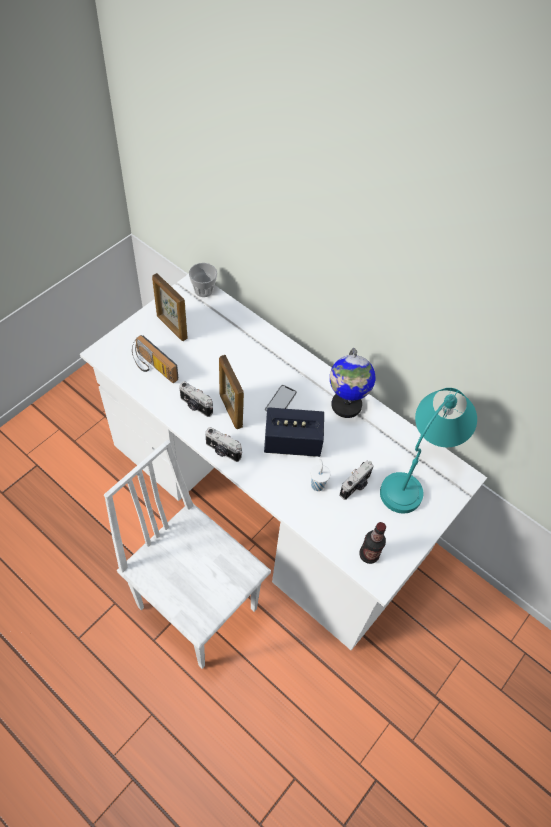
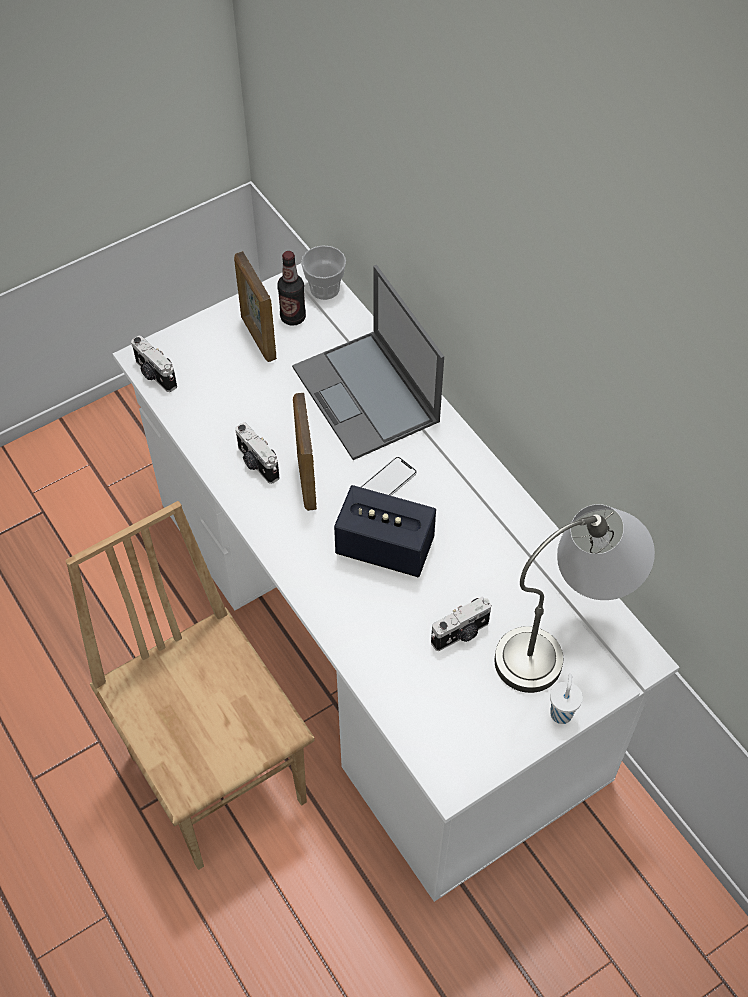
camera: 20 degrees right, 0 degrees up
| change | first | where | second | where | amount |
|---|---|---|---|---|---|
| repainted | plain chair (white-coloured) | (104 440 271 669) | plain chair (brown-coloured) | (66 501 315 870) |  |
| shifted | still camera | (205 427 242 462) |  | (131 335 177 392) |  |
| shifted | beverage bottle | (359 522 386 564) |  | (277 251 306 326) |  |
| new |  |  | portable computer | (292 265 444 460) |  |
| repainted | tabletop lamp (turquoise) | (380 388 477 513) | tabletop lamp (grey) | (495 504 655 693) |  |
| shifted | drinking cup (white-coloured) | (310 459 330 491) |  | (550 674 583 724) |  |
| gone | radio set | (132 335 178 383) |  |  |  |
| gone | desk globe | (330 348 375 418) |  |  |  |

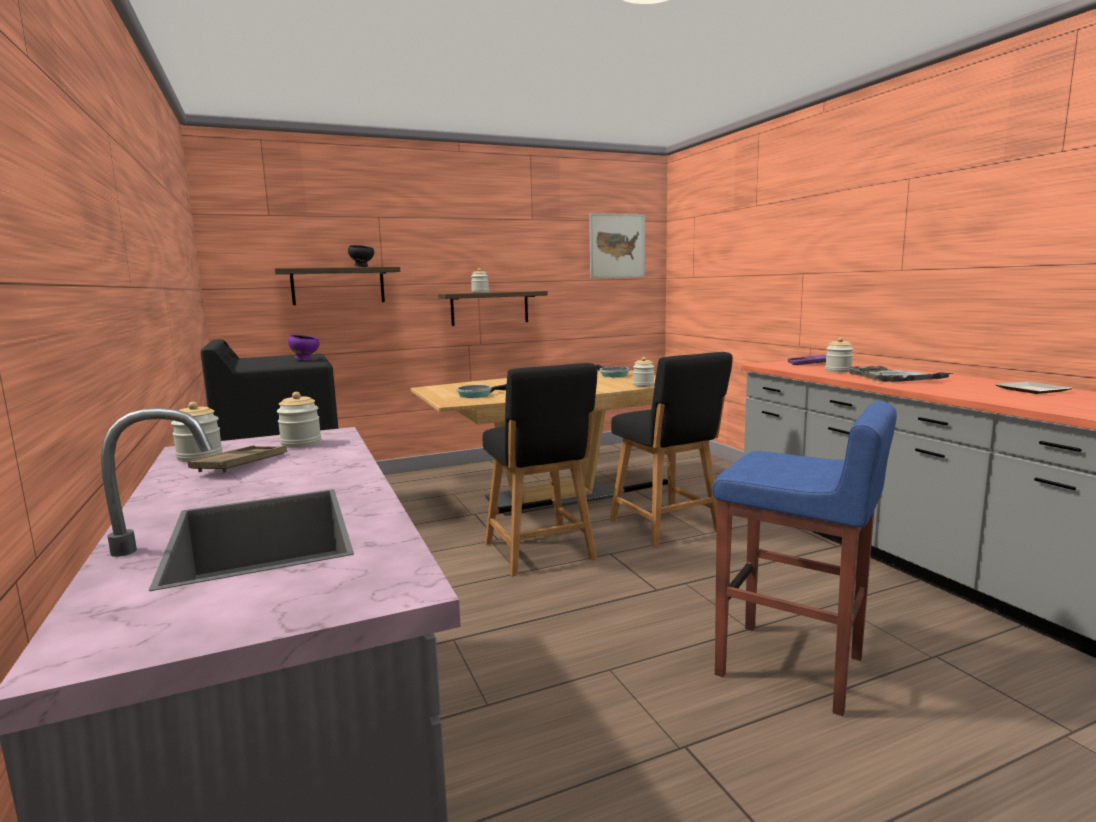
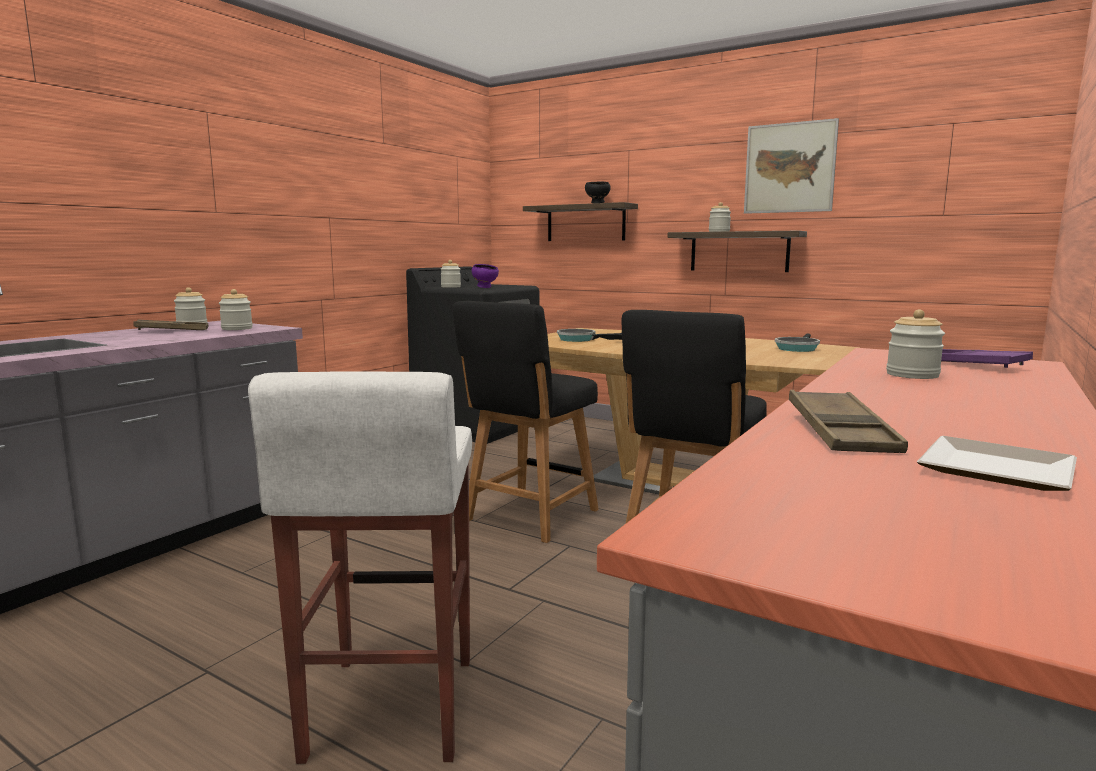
camera: 55 degrees right, 0 degrees up
| change | first | where | second | where | amount |
|---|---|---|---|---|---|
| repainted | sitting stool (blue) | (712 401 897 716) | sitting stool (white-coloured) | (248 371 472 764) |  |
| shifted | jar | (633 357 654 387) |  | (441 260 461 288) |  |
| shifted | wall picture | (589 213 645 278) |  | (744 118 839 214) |  |
| new |  |  | tray (brown-coloured) | (789 390 908 453) |  |
| gone | tray (grey) | (847 366 954 382) |  |  |  |

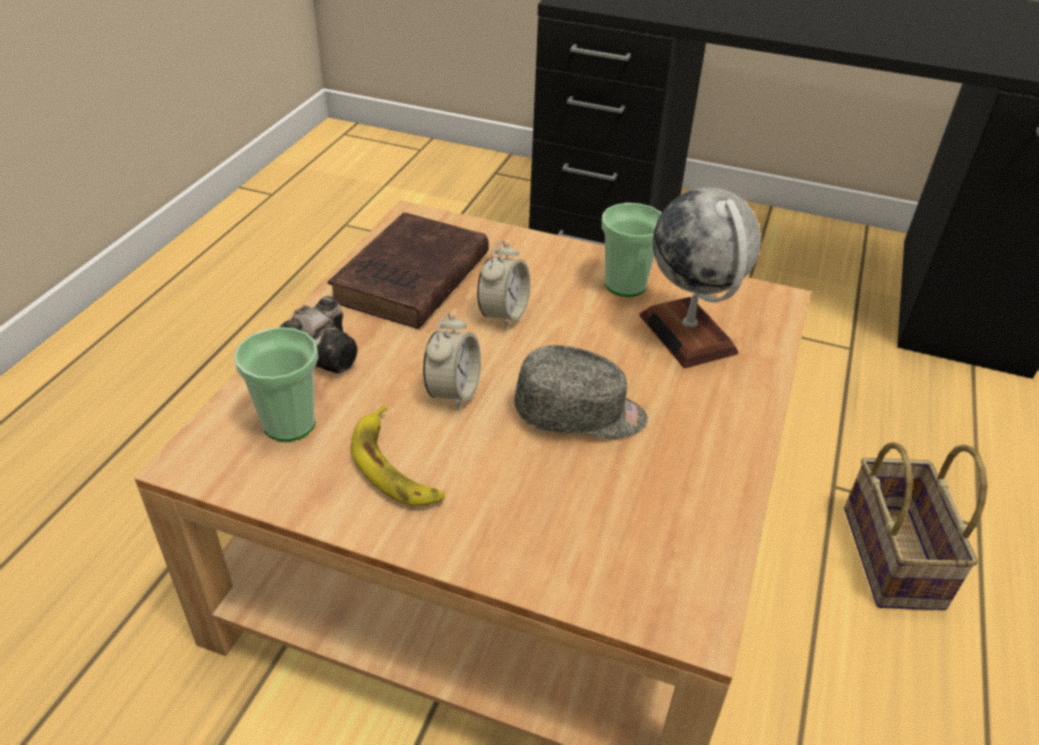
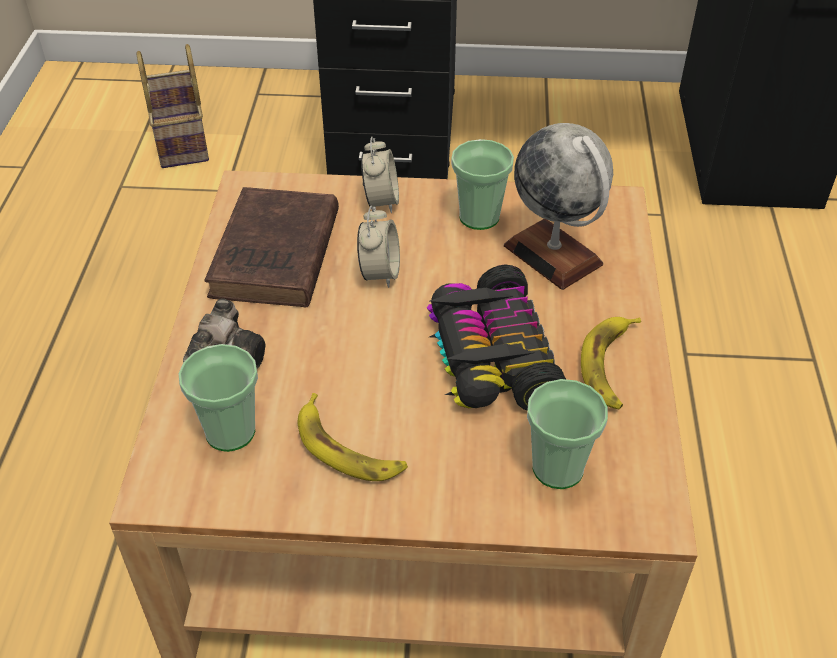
camera: 15 degrees left, 5 degrees up
| change | first | where | second | where | amount |
|---|---|---|---|---|---|
| shifted | storage basket | (844 442 987 610) |  | (137 44 209 168) |  |
| shifted | bedside clock | (423 313 481 410) |  | (361 136 399 213) |  |
| swapped | peaked cap (grey) | (514 345 648 439) | model car | (427 264 566 410) |  |
| new |  |  | drinking cup | (527 379 608 489) |  |
| new |  |  | banana | (581 317 641 409) |  |

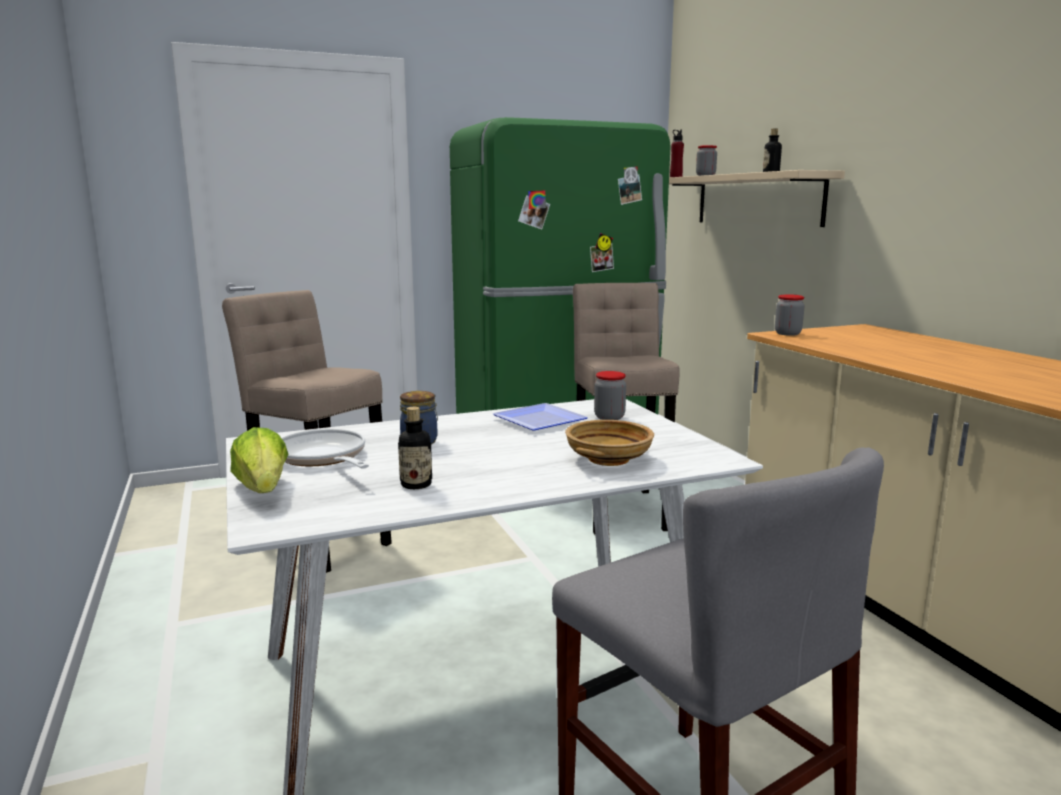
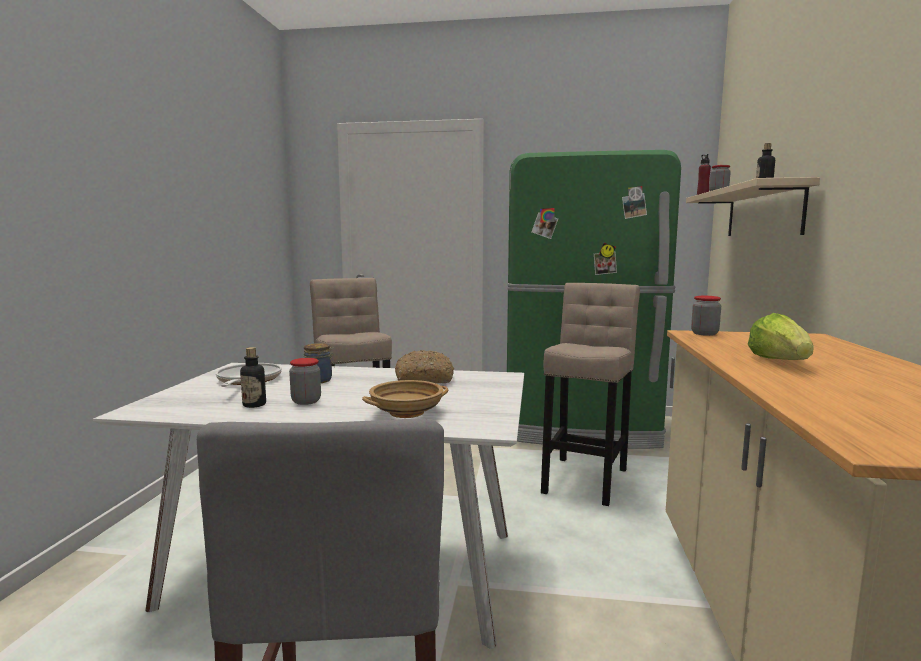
camera: 30 degrees right, 5 degrees down
| change | first | where | second | where | amount |
|---|---|---|---|---|---|
| shifted | jar | (594 371 626 420) |  | (289 358 321 405) |  |
| swapped | flat dish | (493 403 588 431) | bread | (395 350 454 383) |  |
| shifted | head of lettuce | (230 427 288 493) |  | (748 313 814 360) |  |

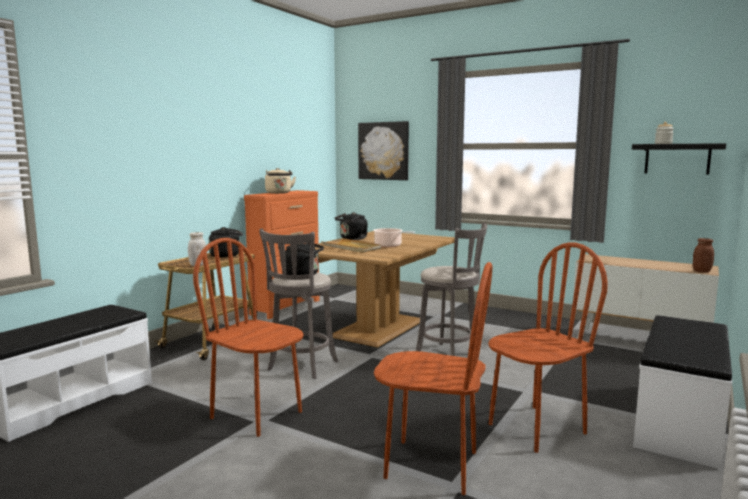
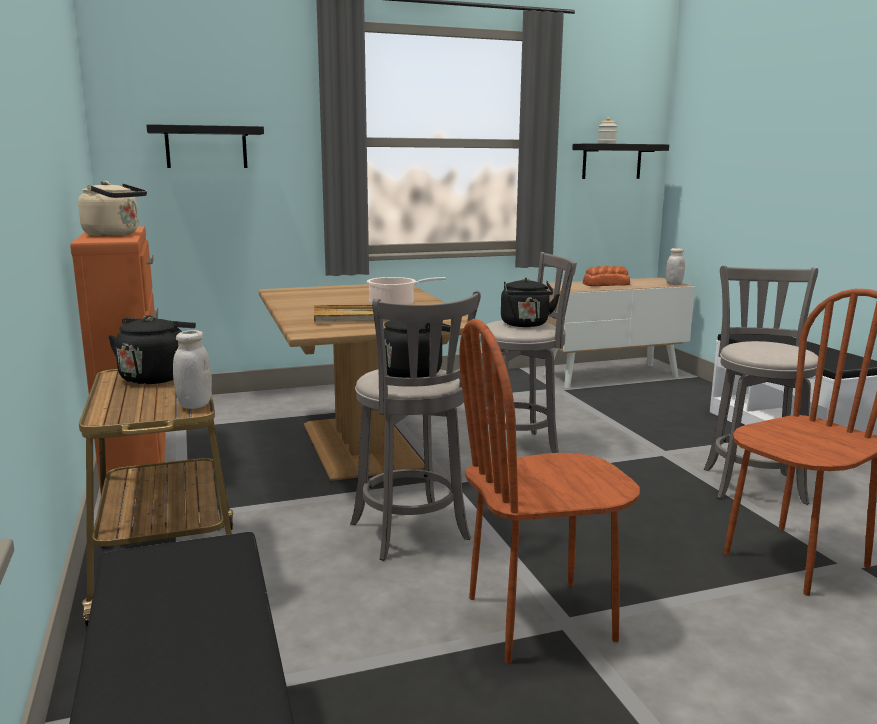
camera: 50 degrees left, 5 degrees up
| change | first | where | second | where | amount |
|---|---|---|---|---|---|
| swapped | wall picture | (358 121 409 180) | bracket shelf (blackish) | (146 124 264 168) |  |
| shifted | water kettle (blackish) | (335 212 368 240) |  | (501 278 560 327) |  |
| new |  |  | bread | (583 266 630 286) |  |
| repainted | jar (brown-coloured) | (693 238 714 273) | jar (white-coloured) | (666 248 685 285) |  |
| swapped | plain chair (brown-coloured) | (488 242 608 453) | sitting stool (grey) | (704 265 818 505) |  |

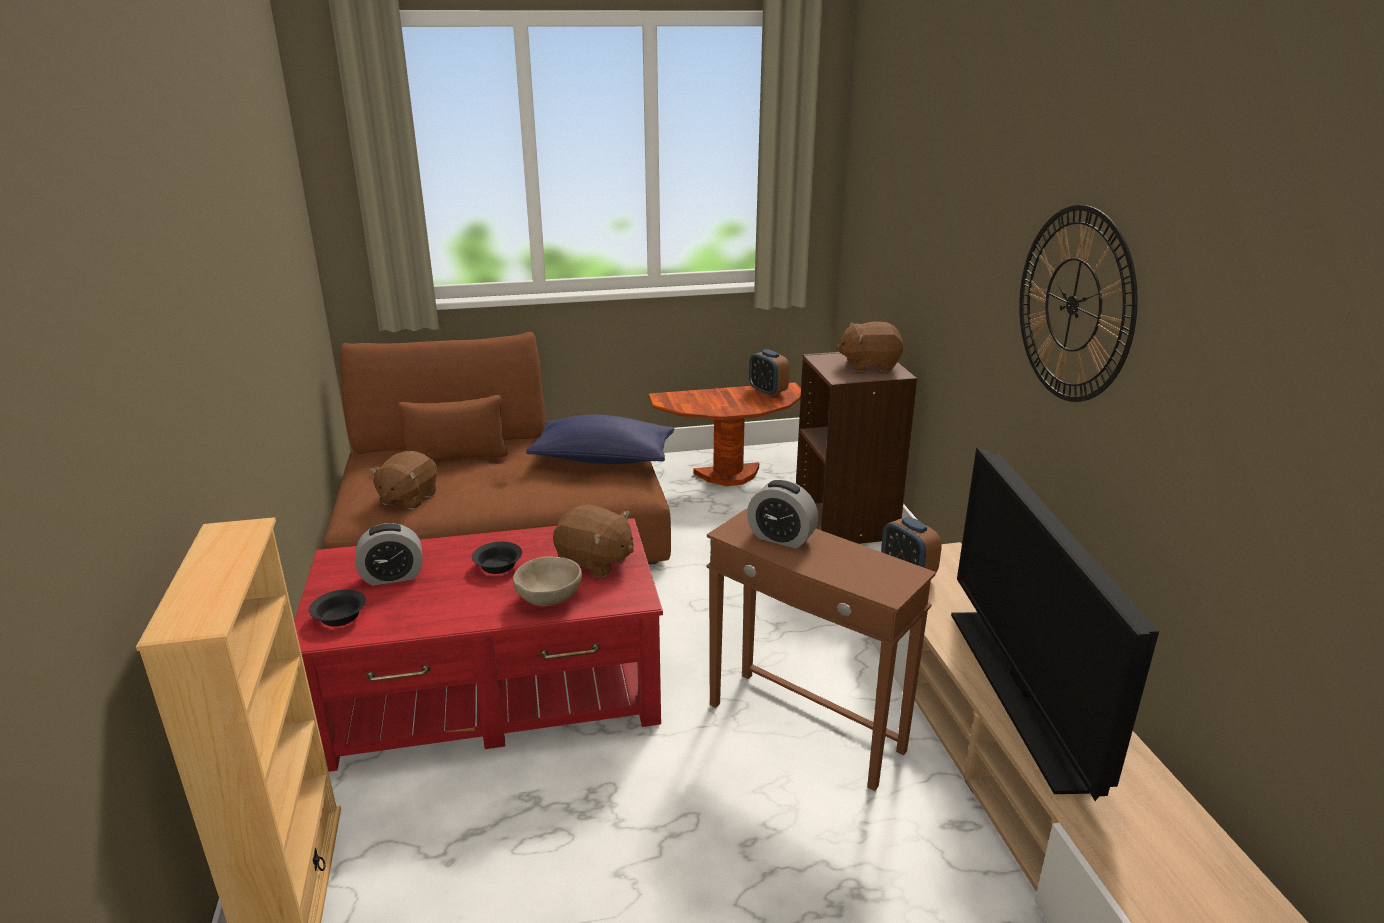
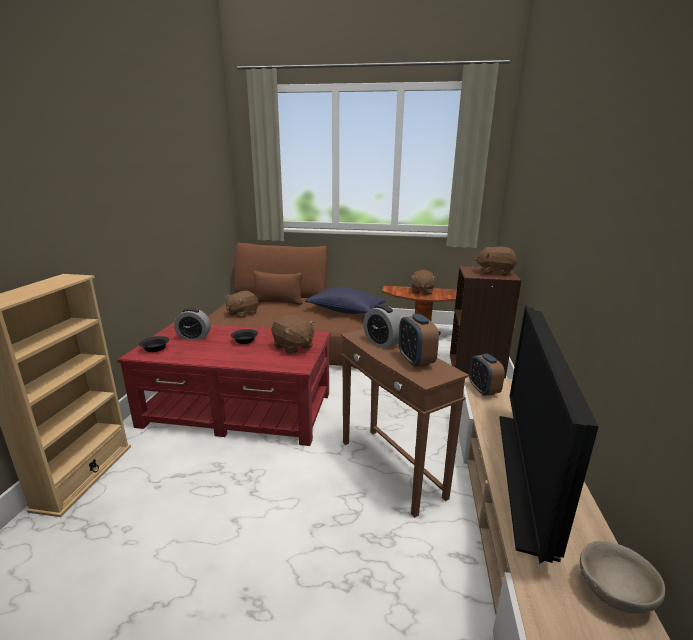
camera: 20 degrees right, 5 degrees down
| change | first | where | second | where | amount |
|---|---|---|---|---|---|
| shifted | bedside clock | (749 349 790 397) |  | (399 314 439 367) |  |
| new |  |  | cuddly toy (brown-coloured) | (411 270 436 295) |  |
| shifted | serving bowl (beige-coloured) | (513 556 582 607) |  | (580 540 665 613) |  |
| gone | hanging clock | (1019 205 1138 402) |  |  |  |

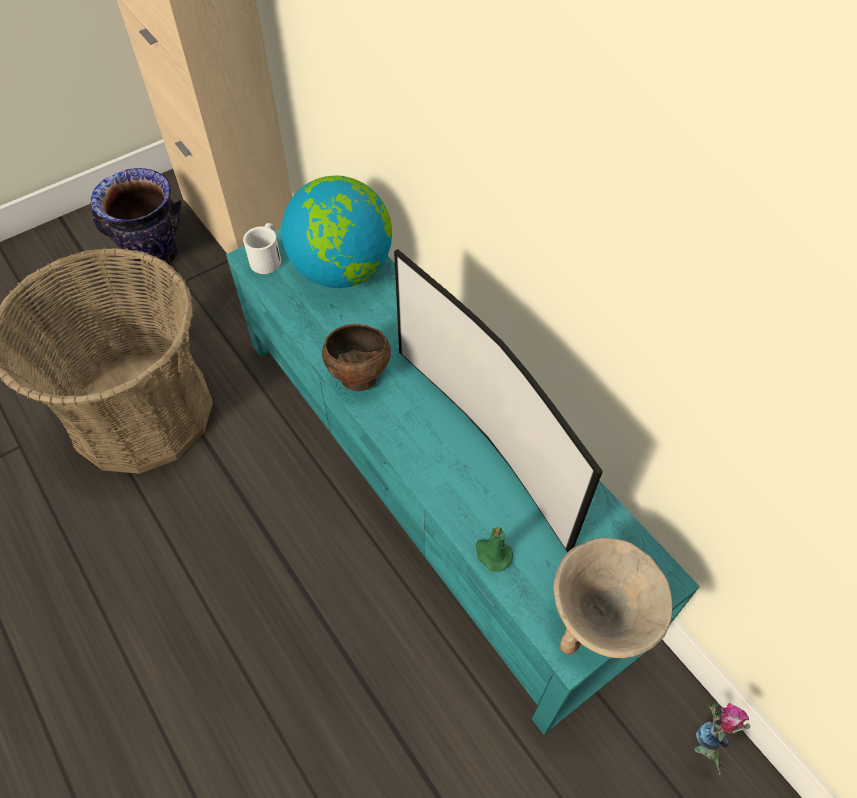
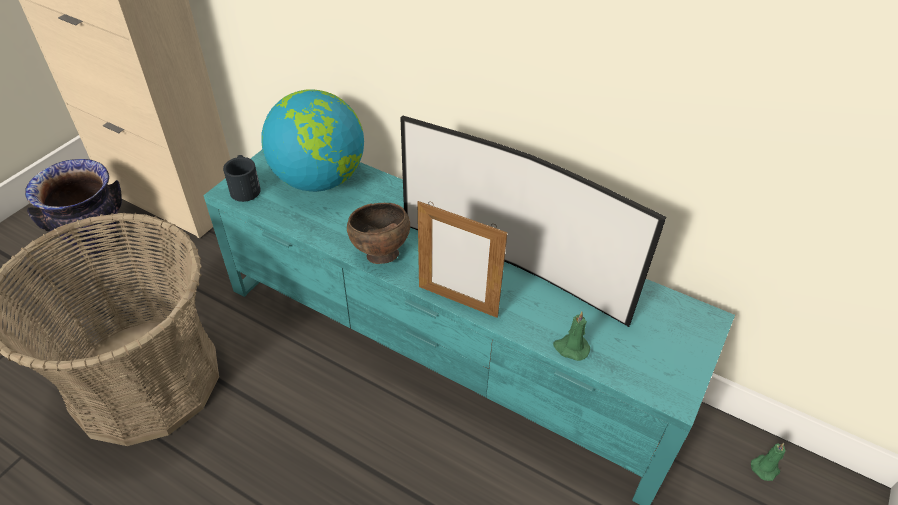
camera: 25 degrees left, 10 degrees down
| change | first | where | second | where | amount |
|---|---|---|---|---|---|
| repainted | mug (white-coloured) | (243 223 281 274) | mug (blackish) | (223 155 261 202) |  |
| new |  |  | picture frame | (417 201 508 318) |  |
| swapped | flower vase | (694 703 751 776) | wax light (green-coloured) | (751 443 785 481) |  |
| gone | serving bowl (beige-coloured) | (553 538 672 658) |  |  |  |

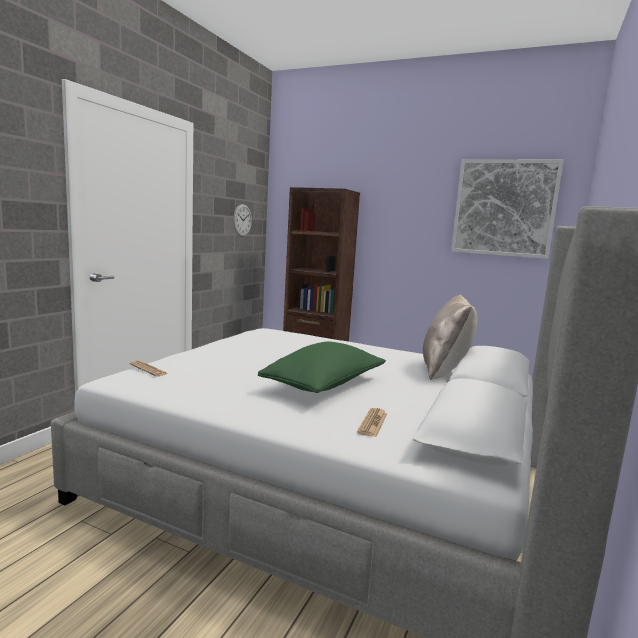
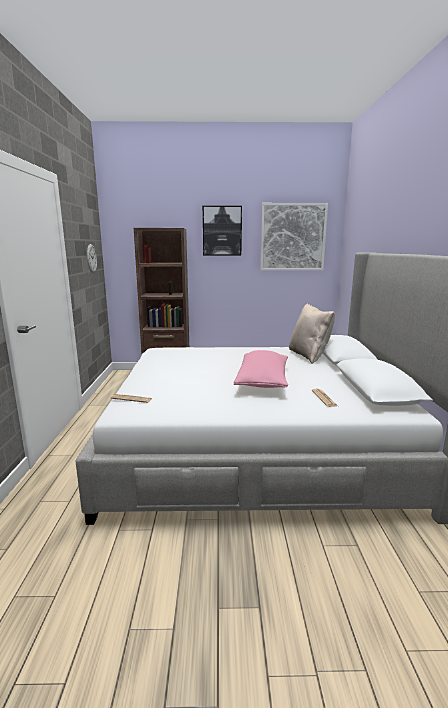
camera: 25 degrees left, 5 degrees up
| change | first | where | second | where | amount |
|---|---|---|---|---|---|
| new |  |  | wall picture | (203 206 242 256) |  |
| repainted | pillow (green-coloured) | (258 342 386 393) | pillow (pink) | (234 350 288 388) |  |

